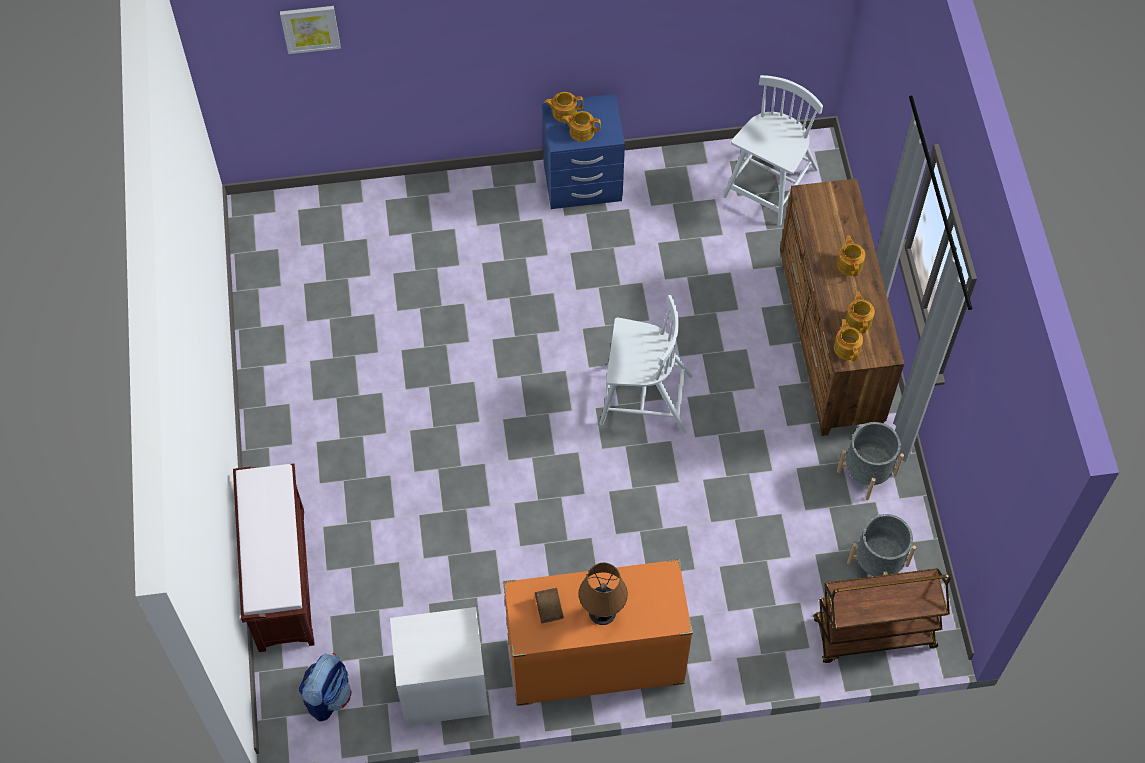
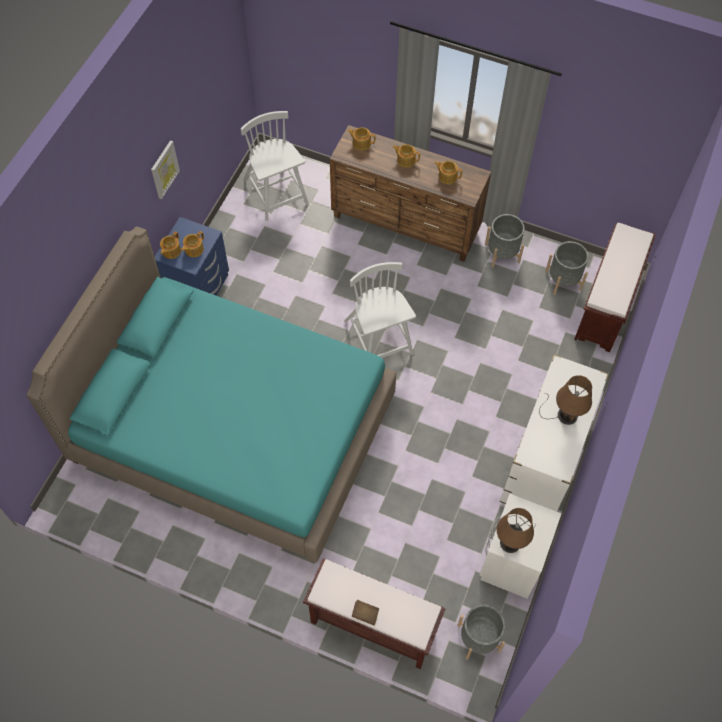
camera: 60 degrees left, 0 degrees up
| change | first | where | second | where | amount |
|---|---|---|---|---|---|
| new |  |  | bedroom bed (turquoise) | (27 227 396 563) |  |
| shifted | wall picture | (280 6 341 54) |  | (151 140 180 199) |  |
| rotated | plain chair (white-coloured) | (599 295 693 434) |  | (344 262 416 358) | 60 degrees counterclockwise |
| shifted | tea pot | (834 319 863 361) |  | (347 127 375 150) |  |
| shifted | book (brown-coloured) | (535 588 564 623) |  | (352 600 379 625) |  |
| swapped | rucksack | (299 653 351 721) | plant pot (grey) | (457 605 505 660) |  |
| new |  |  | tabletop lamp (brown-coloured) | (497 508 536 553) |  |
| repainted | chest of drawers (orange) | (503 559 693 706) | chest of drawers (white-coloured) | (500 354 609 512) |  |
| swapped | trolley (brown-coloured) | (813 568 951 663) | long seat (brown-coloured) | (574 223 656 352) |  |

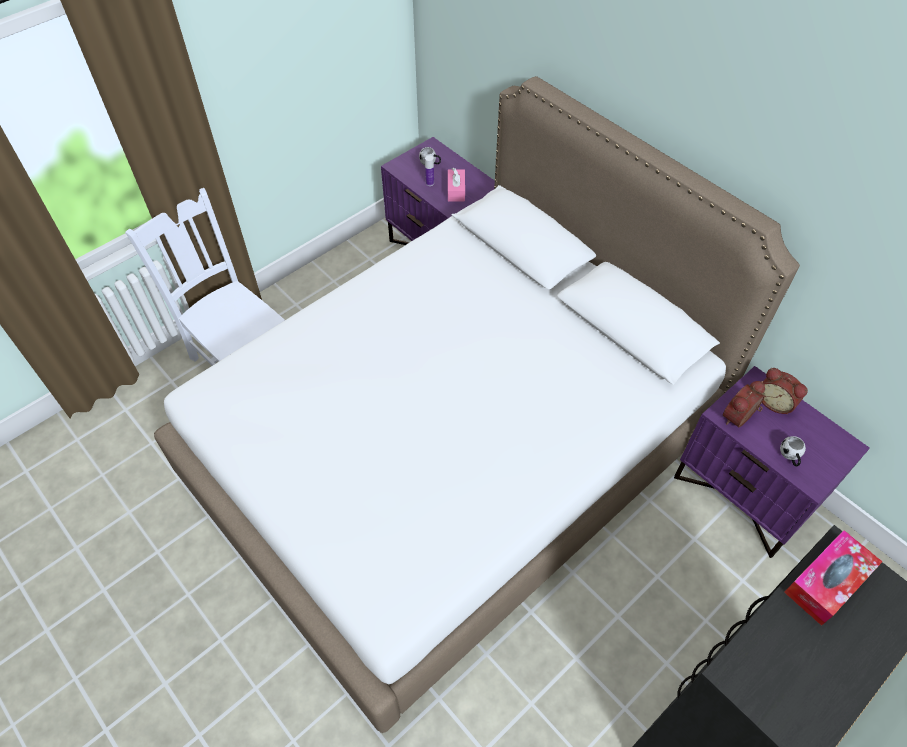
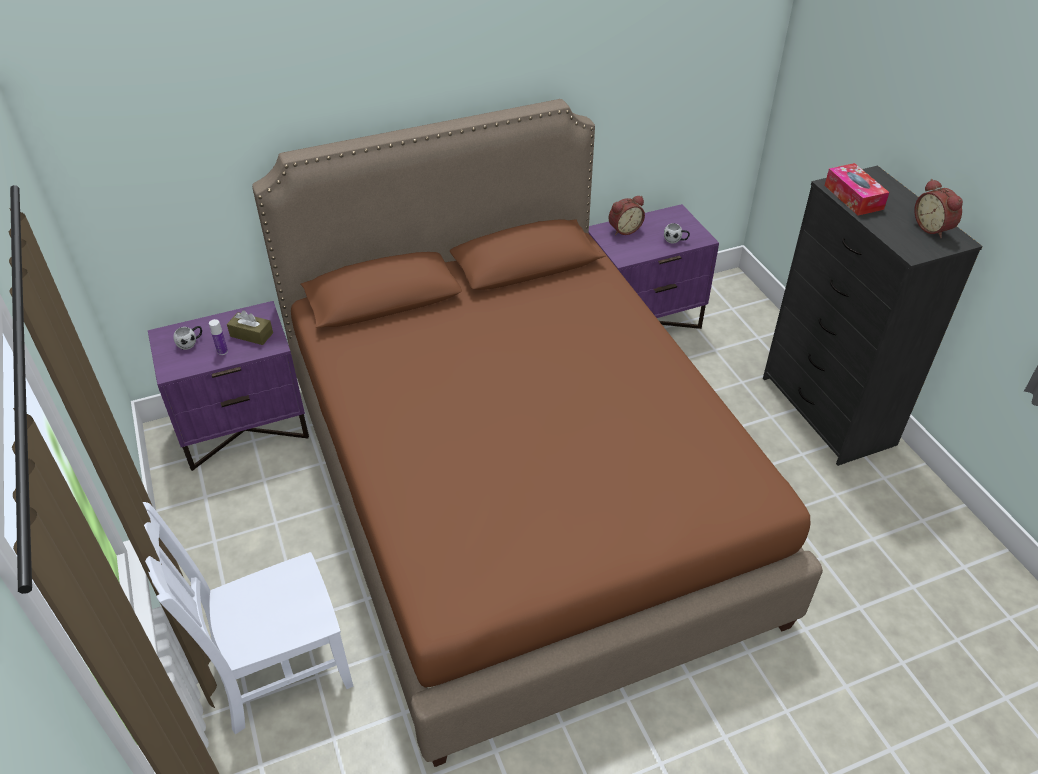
camera: 70 degrees left, 10 degrees down
| change | first | where | second | where | amount |
|---|---|---|---|---|---|
| repainted | box of tissues (pink) | (448 168 465 202) | box of tissues (brown-coloured) | (227 311 273 345) |  |
| repainted | bedroom bed (white-coloured) | (154 76 800 733) | bedroom bed (brown-coloured) | (252 99 823 767) |  |
| shifted | bedside clock | (723 381 765 427) |  | (915 179 963 238) |  |

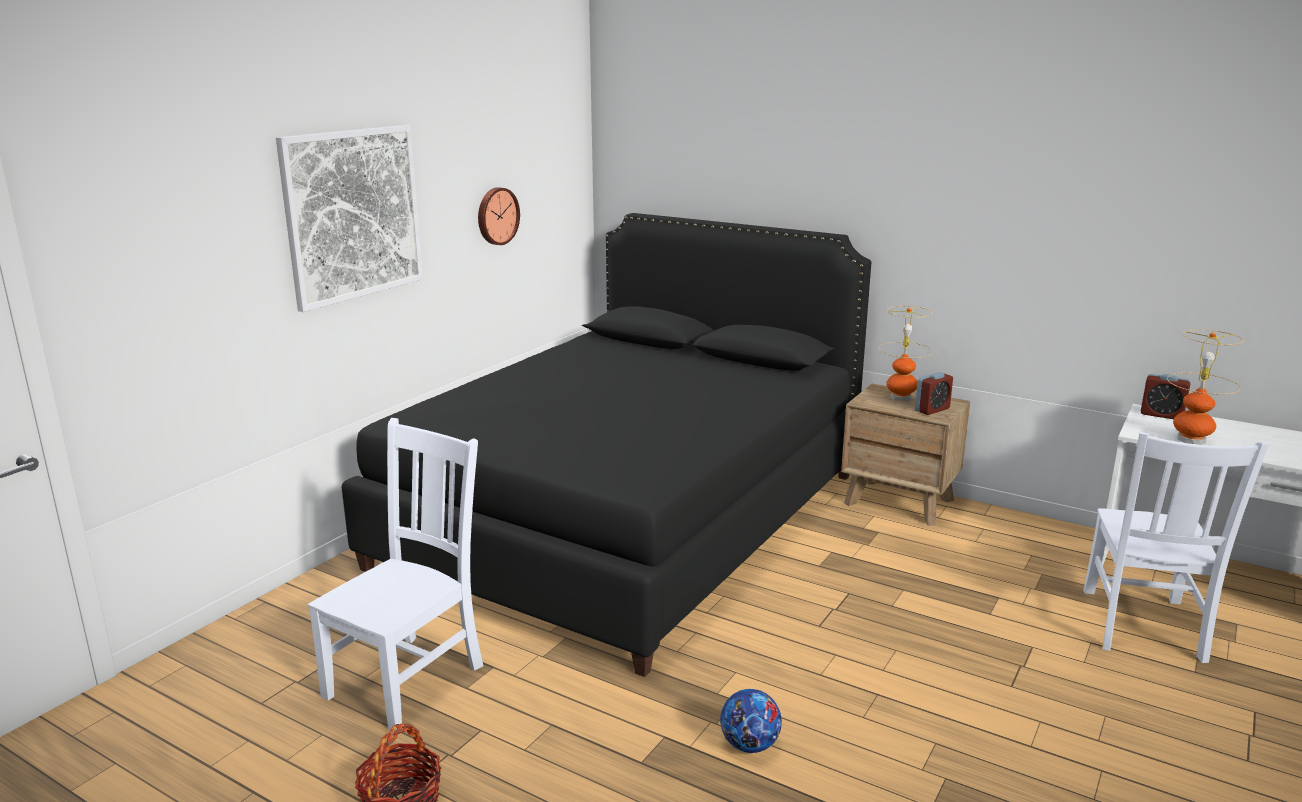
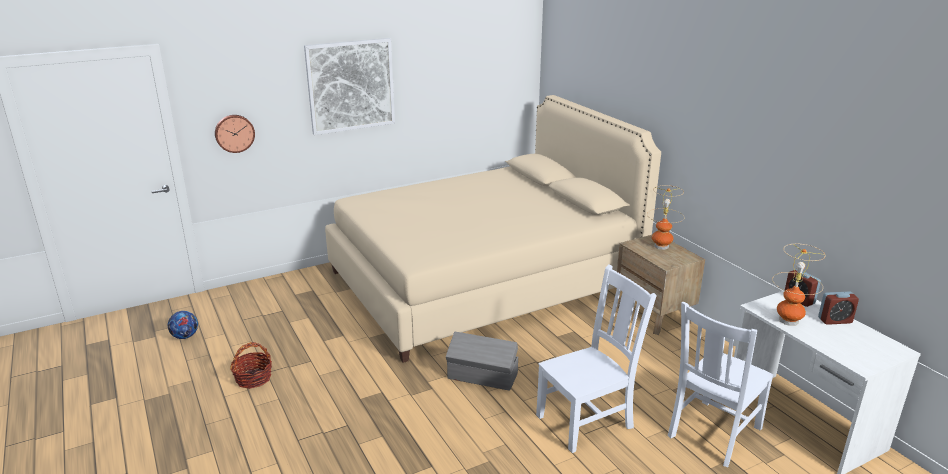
camera: 30 degrees right, 5 degrees up
| change | first | where | second | where | amount |
|---|---|---|---|---|---|
| shifted | ball for football | (720 689 782 753) |  | (168 311 198 339) |  |
| shifted | hanging clock | (478 187 520 245) |  | (215 115 255 153) |  |
| repainted | bedroom bed (blackish) | (341 213 871 677) | bedroom bed (beige-coloured) | (325 95 661 363) |  |
| new |  |  | storage box (grey) | (446 332 518 391) |  |
| shifted | plain chair (white-coloured) | (308 418 483 730) |  | (536 264 657 453) |  |
| shifted | bedside clock | (915 372 953 415) |  | (818 291 859 325) |  |

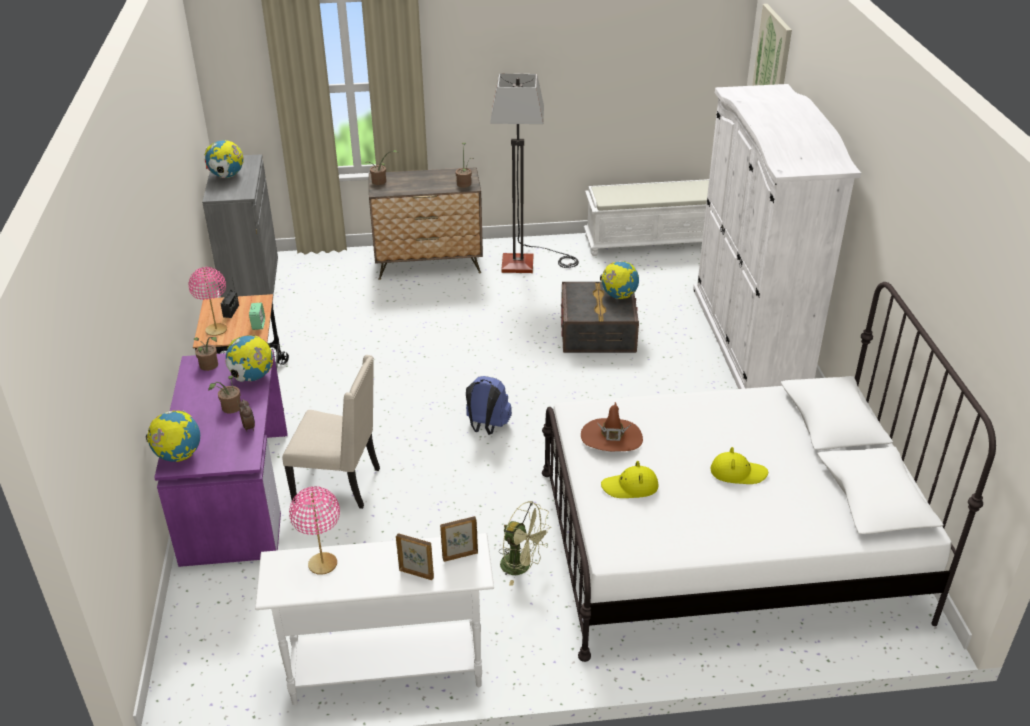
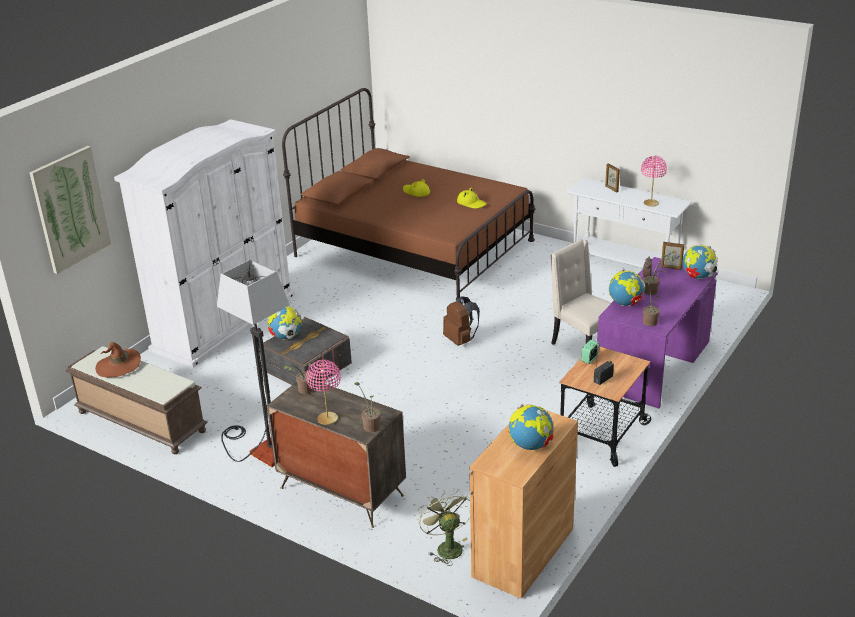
camera: 140 degrees left, 5 degrees down
| change | first | where | second | where | amount |
|---|---|---|---|---|---|
| repainted | long seat (white-coloured) | (584 179 709 256) | long seat (brown-coloured) | (66 346 208 454) |  |
| shifted | hat (brown-coloured) | (581 402 643 451) |  | (95 342 141 377) |  |
| repainted | bedroom bed (white-coloured) | (542 282 996 662) | bedroom bed (brown-coloured) | (282 88 535 304) |  |
| shifted | tabletop lamp (pink) | (188 267 227 336) |  | (306 360 341 425) |  |
| shifted | fan (green-coloured) | (499 501 551 586) |  | (418 489 470 566) |  |
| repainted | rucksack (blue) | (466 376 512 435) | rucksack (brown-coloured) | (443 296 480 346) |  |
| repainted | cupboard (grey) | (202 154 278 297) | cupboard (brown-coloured) | (469 404 578 599) |  |
| shifted | picture frame | (440 516 478 562) |  | (661 242 684 270) |  |

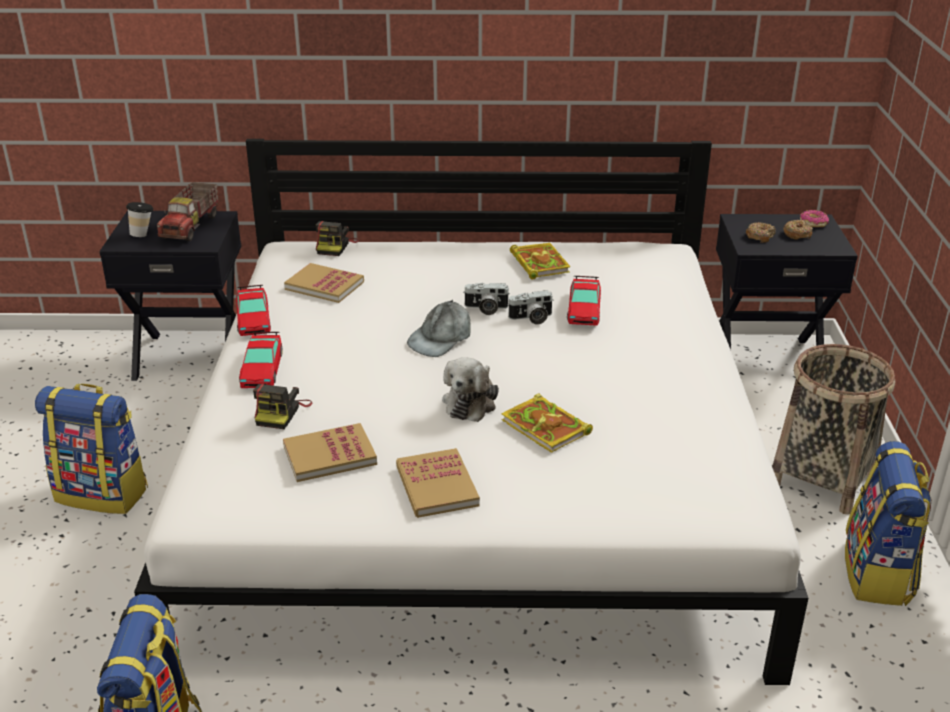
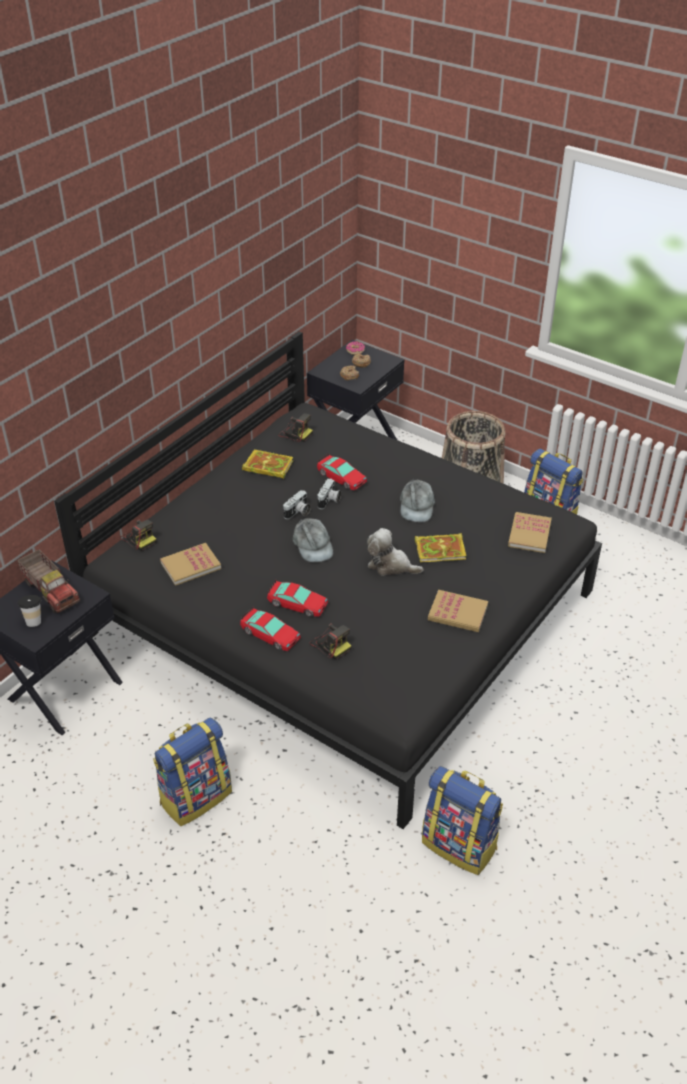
camera: 55 degrees left, 10 degrees up
| change | first | where | second | where | amount |
|---|---|---|---|---|---|
| repainted | bedroom bed (white-coloured) | (134 139 808 685) | bedroom bed (blackish) | (54 332 602 829) |  |
| shifted | model car | (236 285 271 336) |  | (267 580 328 617) |  |
| new |  |  | still camera | (278 413 313 442) |  |
| rotated | cuddly toy | (442 357 499 422) |  | (367 528 423 576) | 150 degrees clockwise |
| new |  |  | peaked cap (grey) | (400 479 435 522) |  |
| shifted | book | (283 423 377 482) |  | (508 512 552 553) |  |

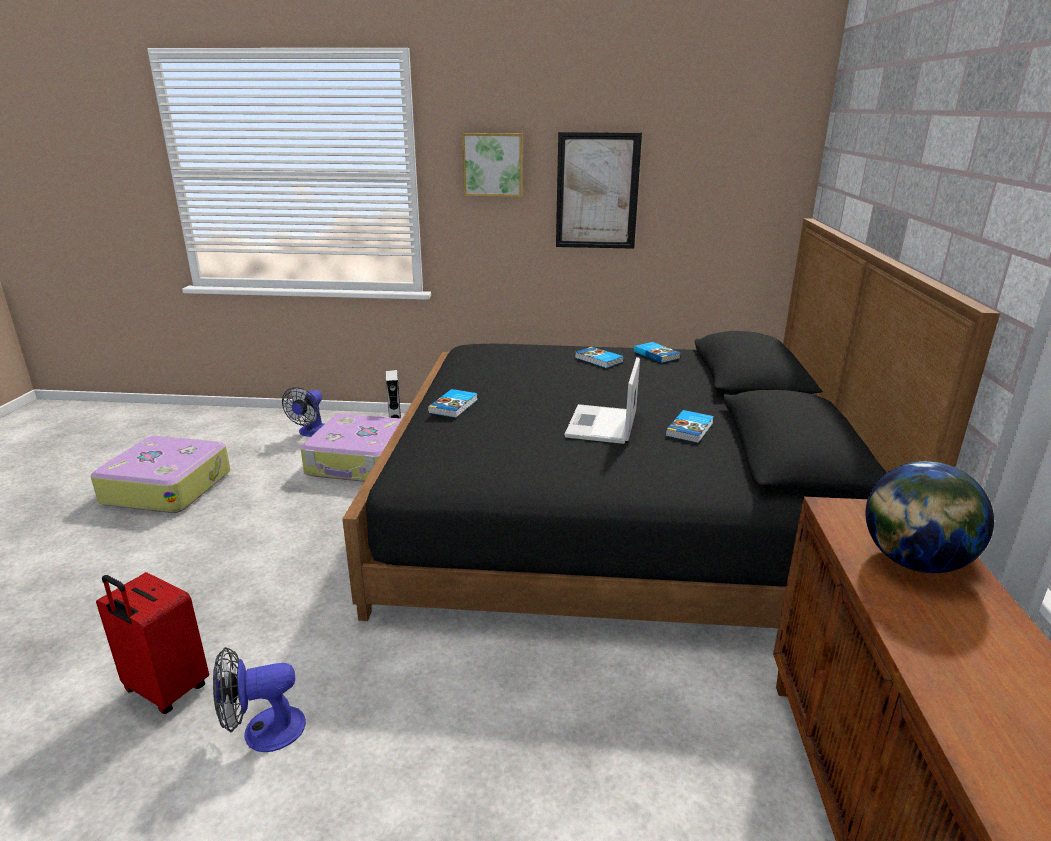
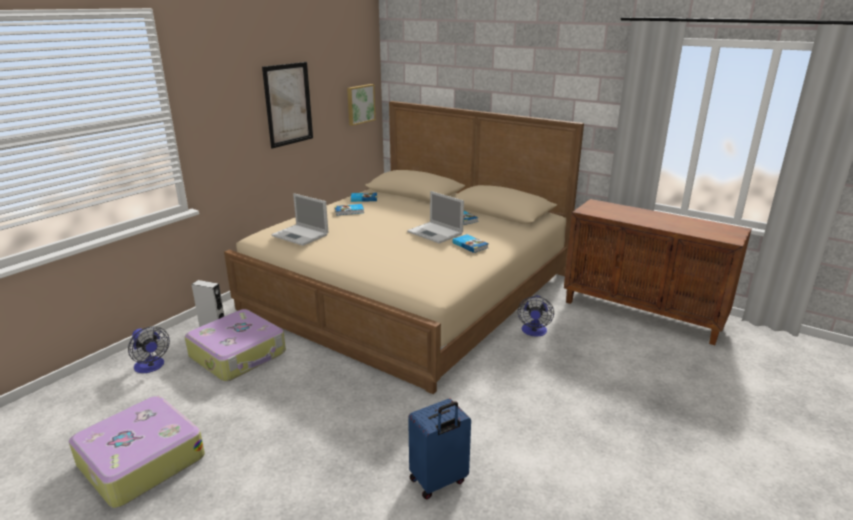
camera: 60 degrees left, 0 degrees up
| change | first | where | second | where | amount |
|---|---|---|---|---|---|
| repainted | bedroom bed (blackish) | (342 218 1000 628) | bedroom bed (beige-coloured) | (224 101 584 394) |  |
| new |  |  | portable computer | (271 193 329 246) |  |
| shifted | wall picture | (462 133 523 197) |  | (347 84 376 126) |  |
| repainted | travel case (red) | (96 572 209 714) | travel case (blue) | (408 398 471 499) |  |
| shifted | book | (428 389 478 418) |  | (452 234 489 253) |  |
| shifted | fan | (213 647 306 752) |  | (517 295 554 337) |  |
| gone | desk globe | (865 461 994 573) |  |  |  |

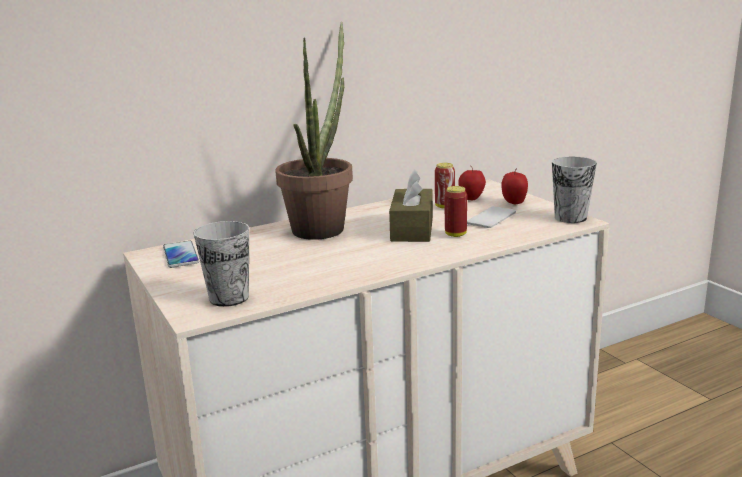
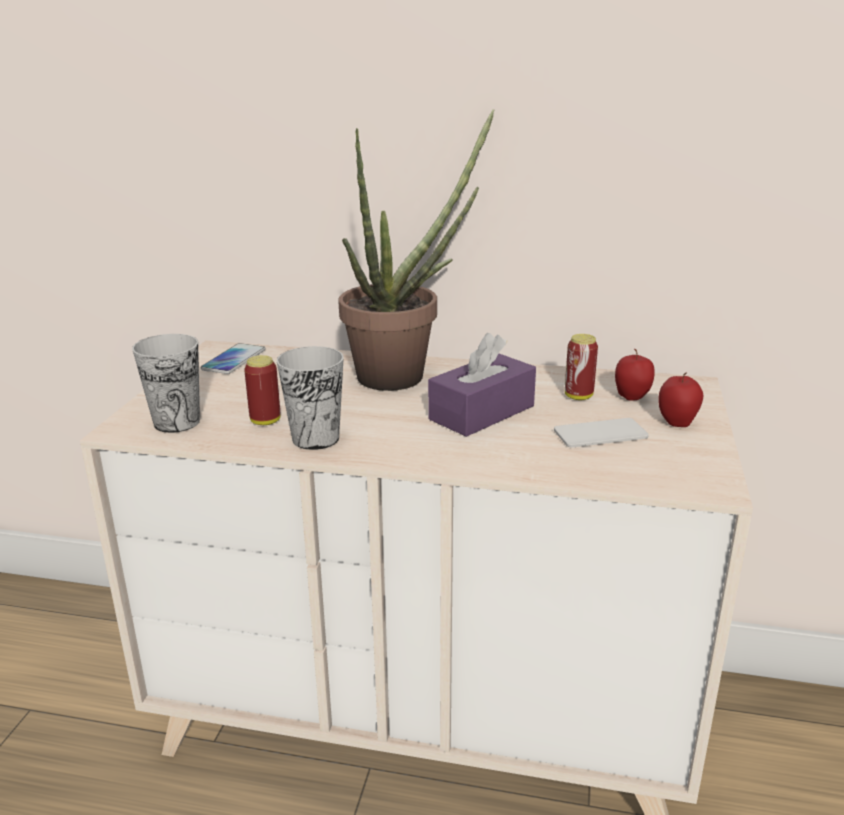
camera: 40 degrees right, 5 degrees up
| change | first | where | second | where | amount |
|---|---|---|---|---|---|
| shifted | metal can | (445 186 467 237) |  | (244 355 281 425) |  |
| shifted | drinking cup | (552 157 597 223) |  | (277 346 344 450) |  |
| repainted | box of tissues (brown-coloured) | (389 169 433 242) | box of tissues (purple-coloured) | (428 333 536 437) |  |

